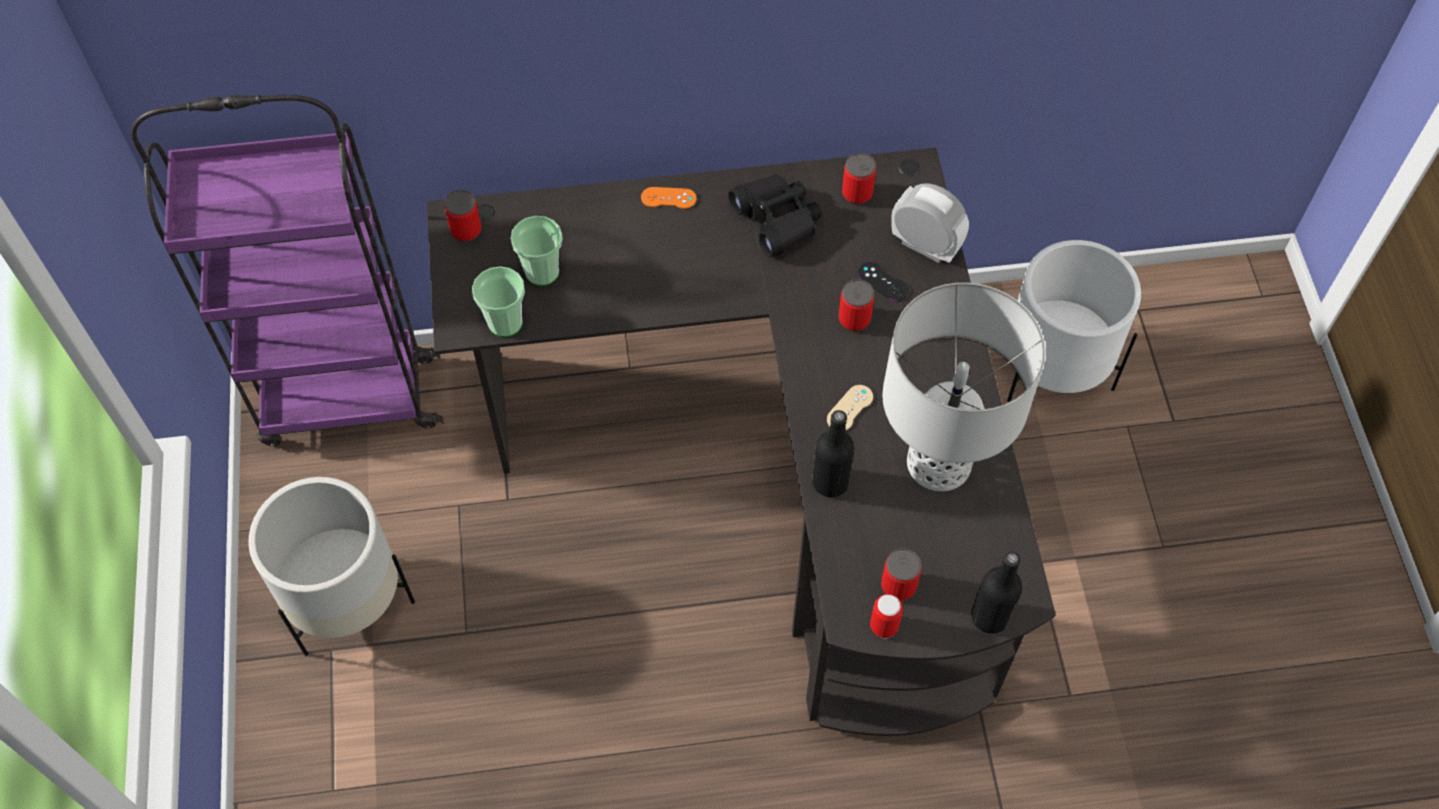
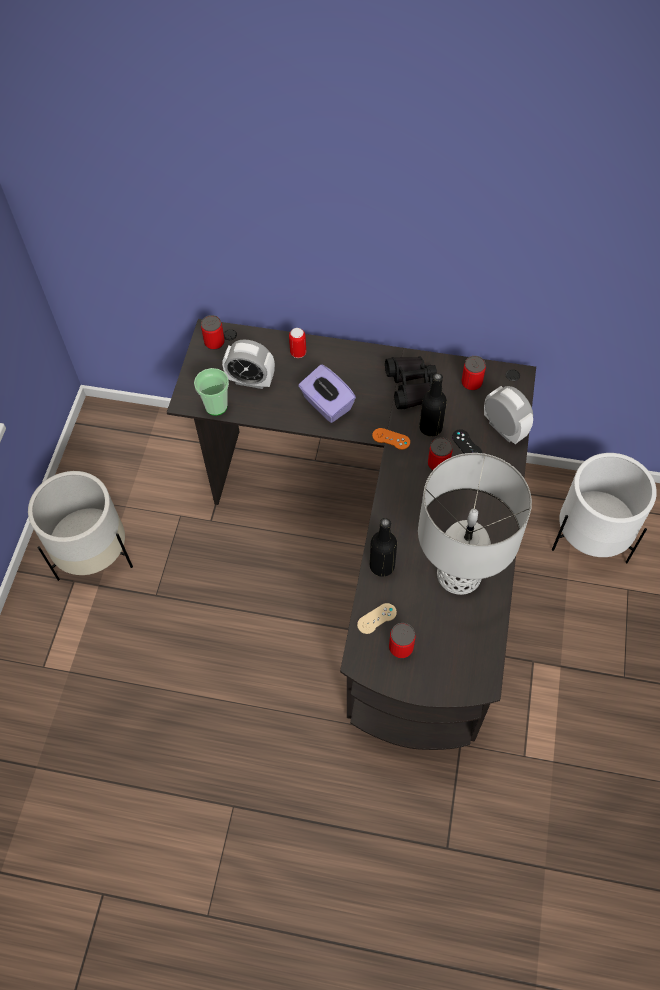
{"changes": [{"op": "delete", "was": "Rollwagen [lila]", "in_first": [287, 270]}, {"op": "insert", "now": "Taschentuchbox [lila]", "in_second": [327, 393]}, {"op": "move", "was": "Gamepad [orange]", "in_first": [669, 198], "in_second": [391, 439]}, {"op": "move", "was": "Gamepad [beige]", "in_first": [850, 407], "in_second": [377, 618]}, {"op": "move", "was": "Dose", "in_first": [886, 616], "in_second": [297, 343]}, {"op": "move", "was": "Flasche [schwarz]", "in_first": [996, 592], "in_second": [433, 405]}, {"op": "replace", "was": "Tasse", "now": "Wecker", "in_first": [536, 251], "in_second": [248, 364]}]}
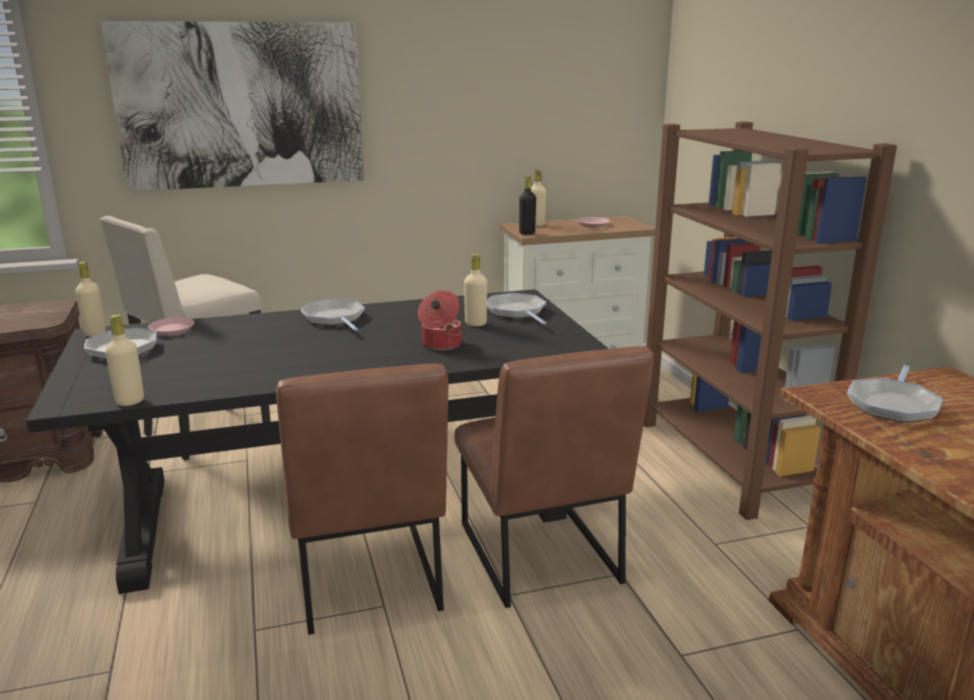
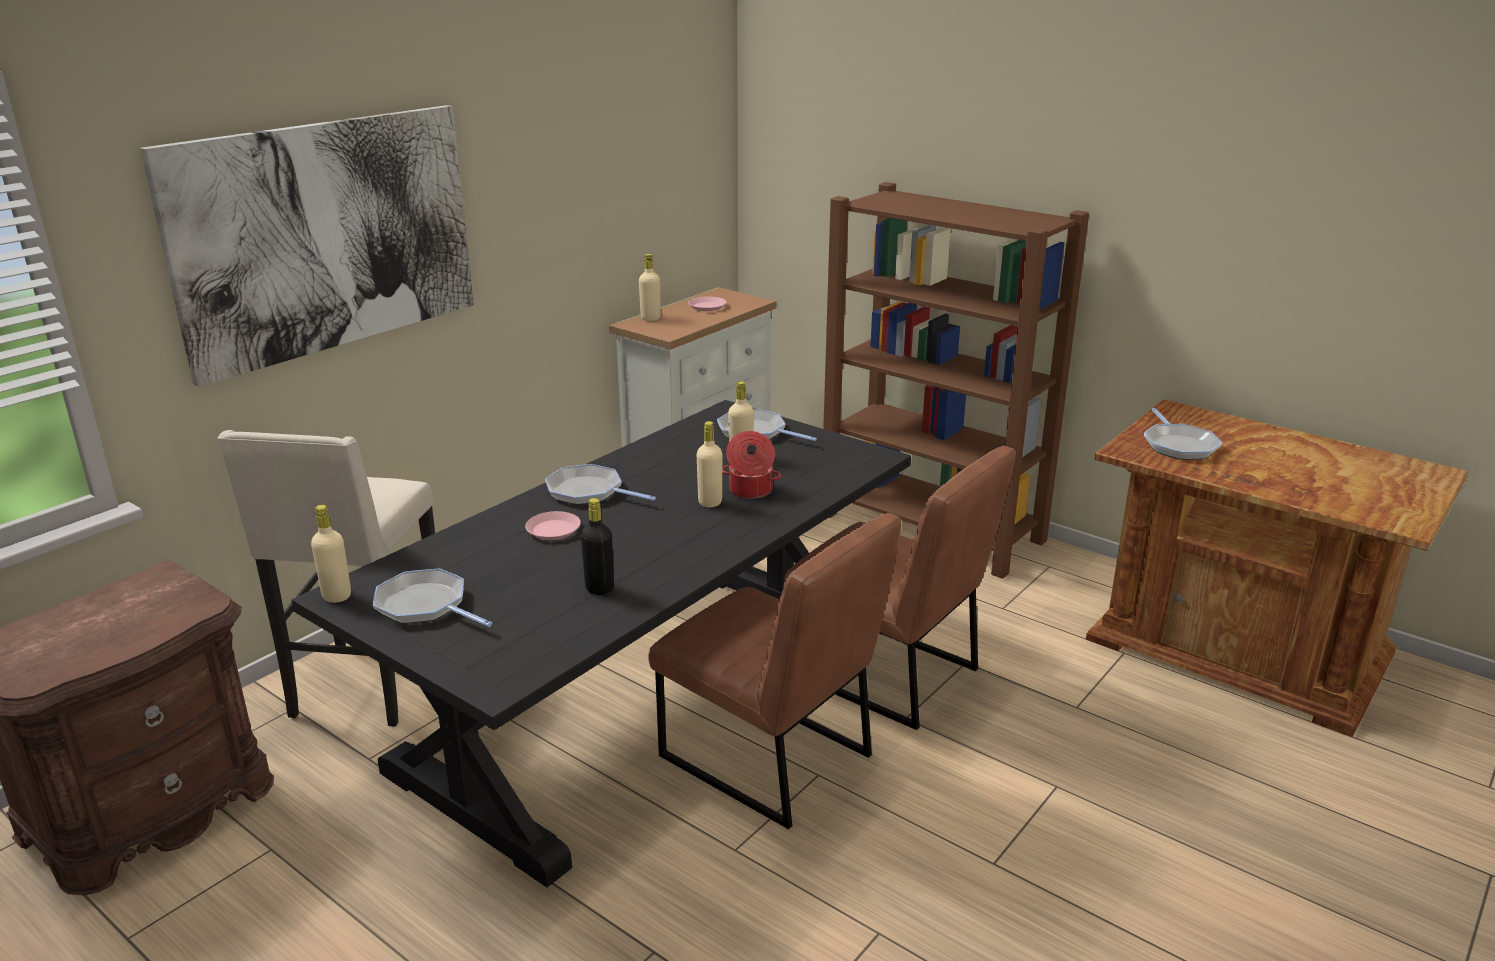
{"changes": [{"op": "move", "was": "Flasche [beige]", "in_first": [124, 360], "in_second": [709, 464]}, {"op": "move", "was": "Teller [rosa]", "in_first": [171, 326], "in_second": [553, 525]}, {"op": "move", "was": "Flasche [schwarz]", "in_first": [527, 205], "in_second": [597, 546]}]}
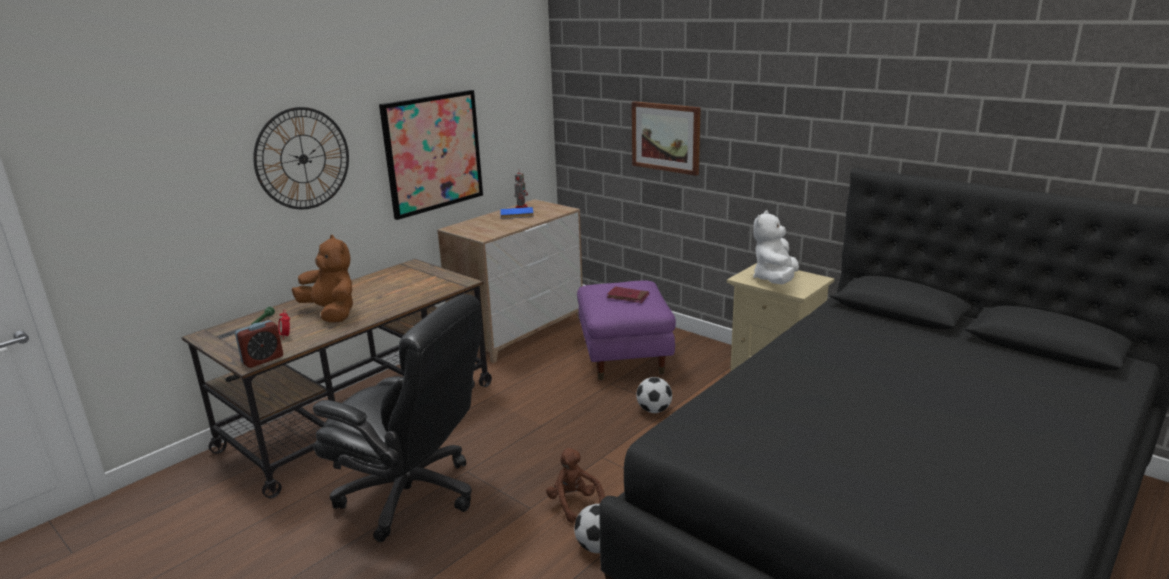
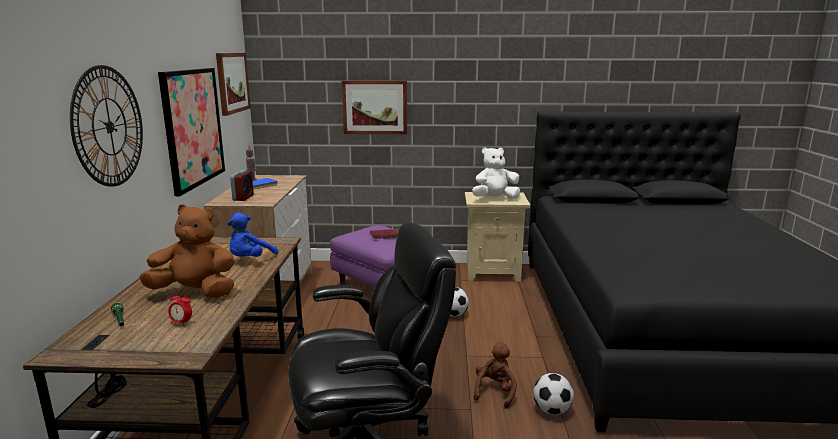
{"changes": [{"op": "insert", "now": "Bild", "in_second": [233, 84]}, {"op": "insert", "now": "Plüschtier [blau]", "in_second": [253, 235]}, {"op": "move", "was": "Wecker", "in_first": [259, 344], "in_second": [242, 185]}, {"op": "rotate", "was": "Plüschtier [braun]", "in_first": [575, 485], "in_second": [495, 375], "clockwise": 90}, {"op": "rotate", "was": "Plüschtier [weiß]", "in_first": [776, 247], "in_second": [496, 173], "clockwise": 90}]}
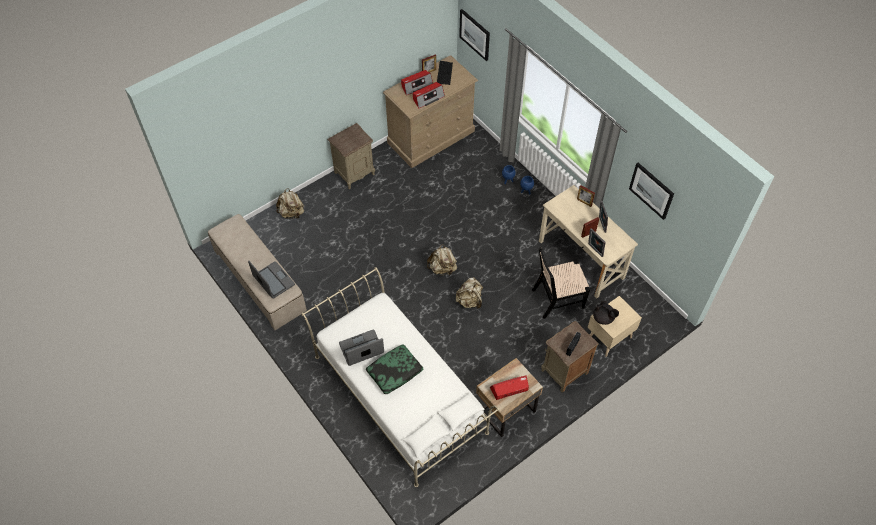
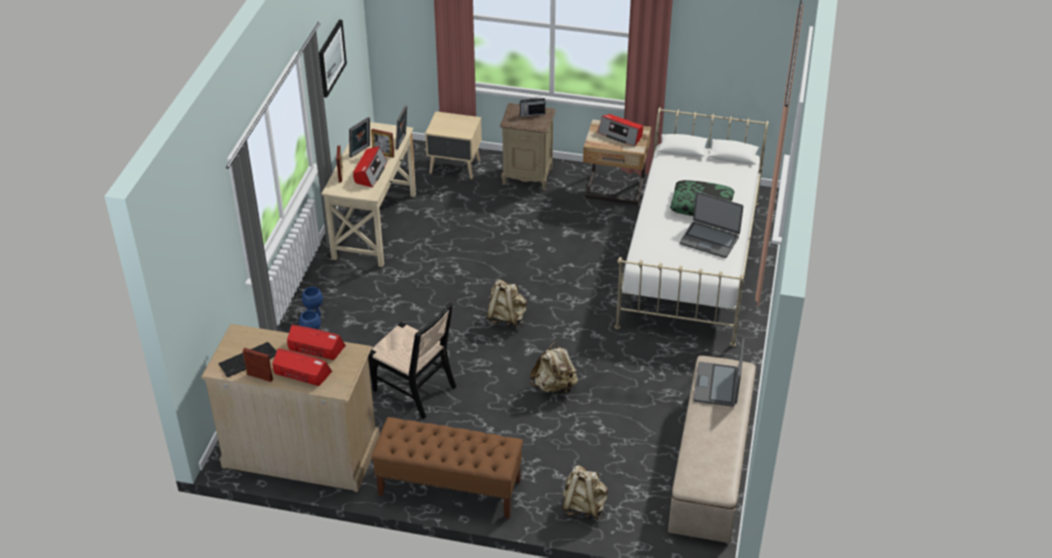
{"changes": [{"op": "delete", "was": "Bild", "in_first": [474, 35]}, {"op": "delete", "was": "Teekanne [schwarz]", "in_first": [606, 313]}, {"op": "insert", "now": "Radio", "in_second": [370, 167]}, {"op": "move", "was": "Rucksack [beige]", "in_first": [469, 293], "in_second": [554, 368]}, {"op": "move", "was": "Stuhl", "in_first": [561, 283], "in_second": [412, 360]}, {"op": "replace", "was": "Nachttisch [beige]", "now": "Bank [braun]", "in_first": [351, 156], "in_second": [447, 468]}]}
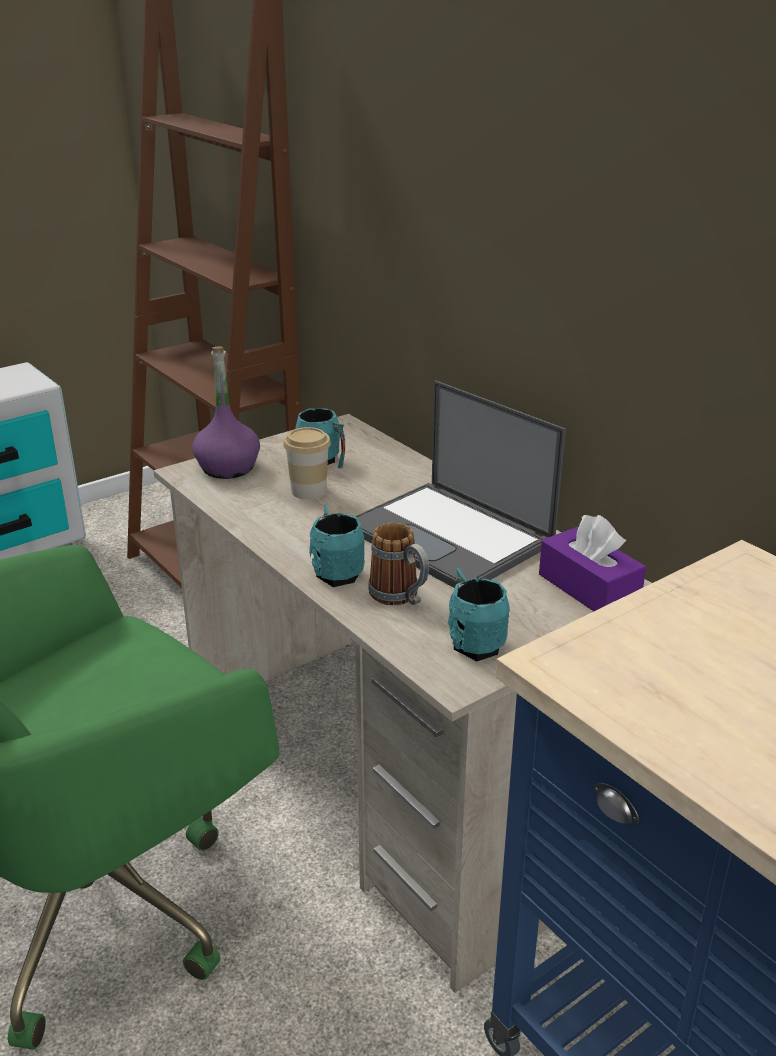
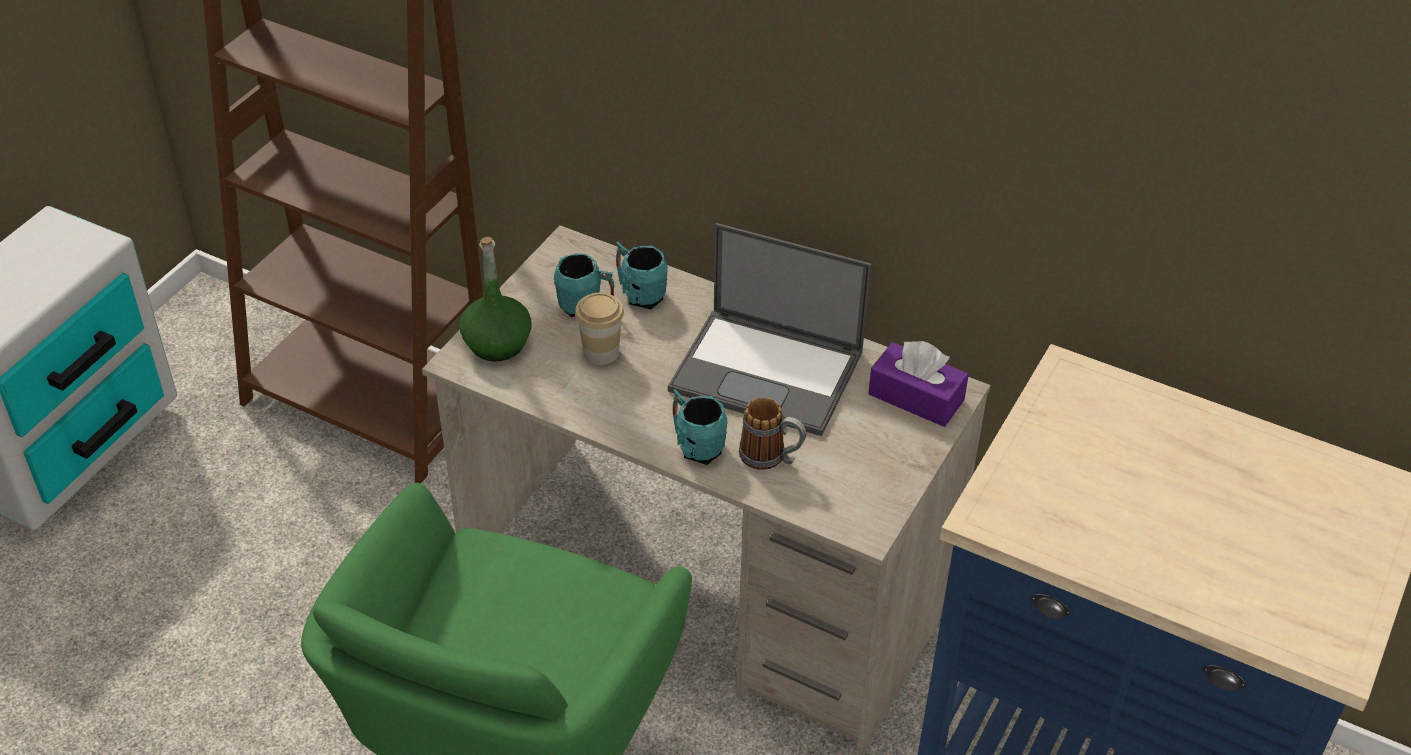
{"changes": [{"op": "move", "was": "Henkelbecher [türkis]", "in_first": [479, 614], "in_second": [642, 275]}, {"op": "recolor", "was": "Flasche [lila]", "now": "Flasche [grün]", "in_first": [226, 413], "in_second": [496, 299]}]}
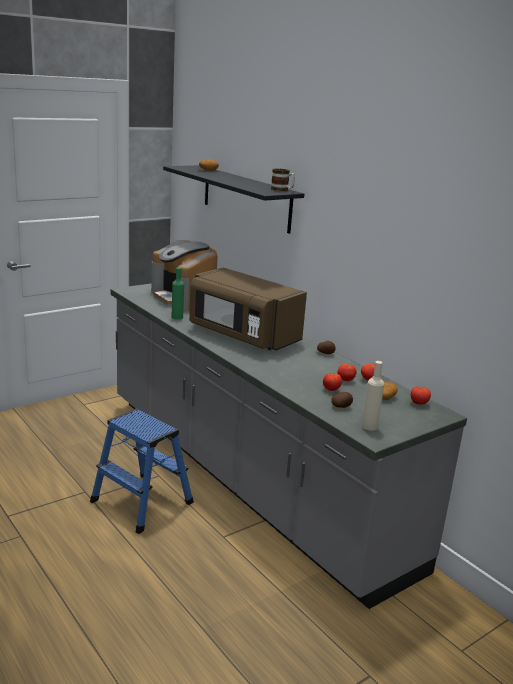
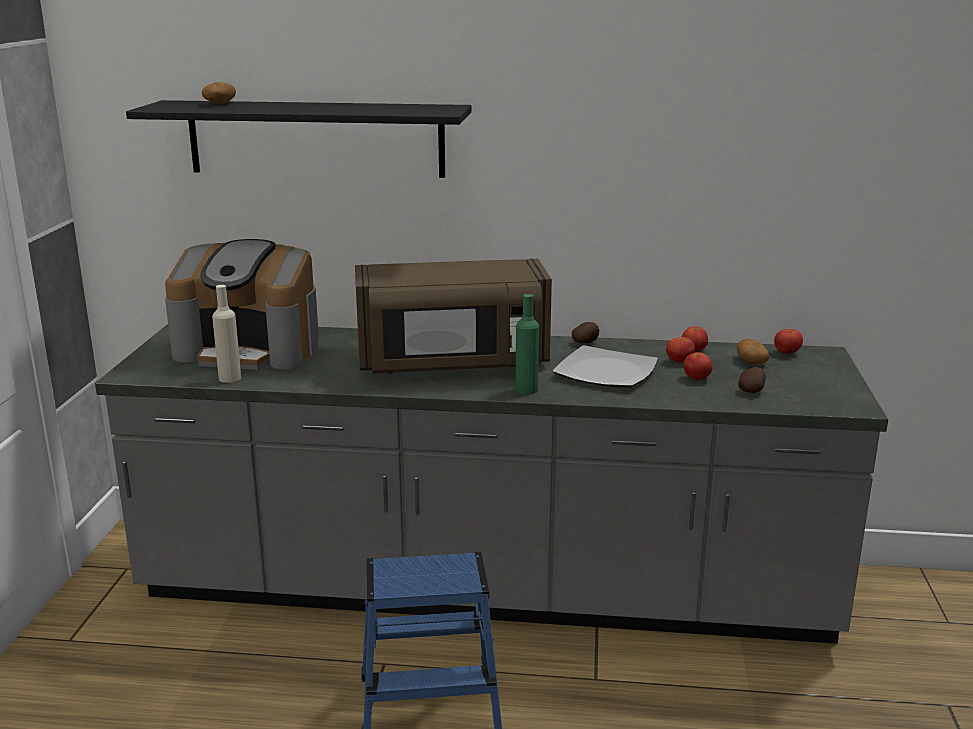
{"changes": [{"op": "delete", "was": "Henkelbecher", "in_first": [283, 180]}, {"op": "insert", "now": "Teller", "in_second": [605, 366]}, {"op": "move", "was": "Flasche [grün]", "in_first": [178, 293], "in_second": [527, 344]}, {"op": "move", "was": "Flasche [beige]", "in_first": [373, 396], "in_second": [226, 334]}]}
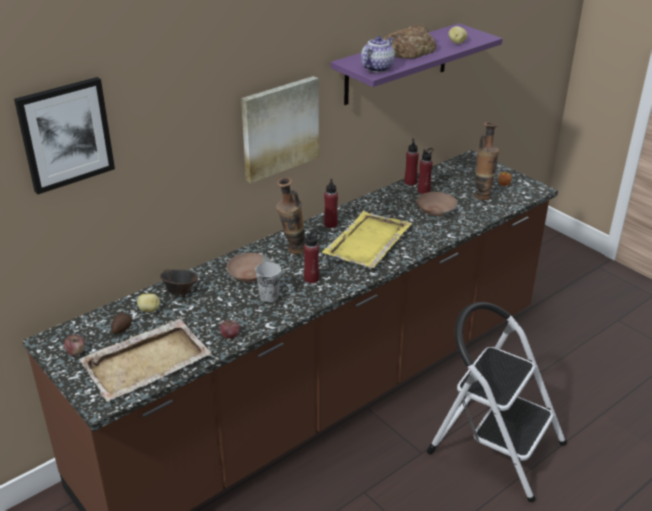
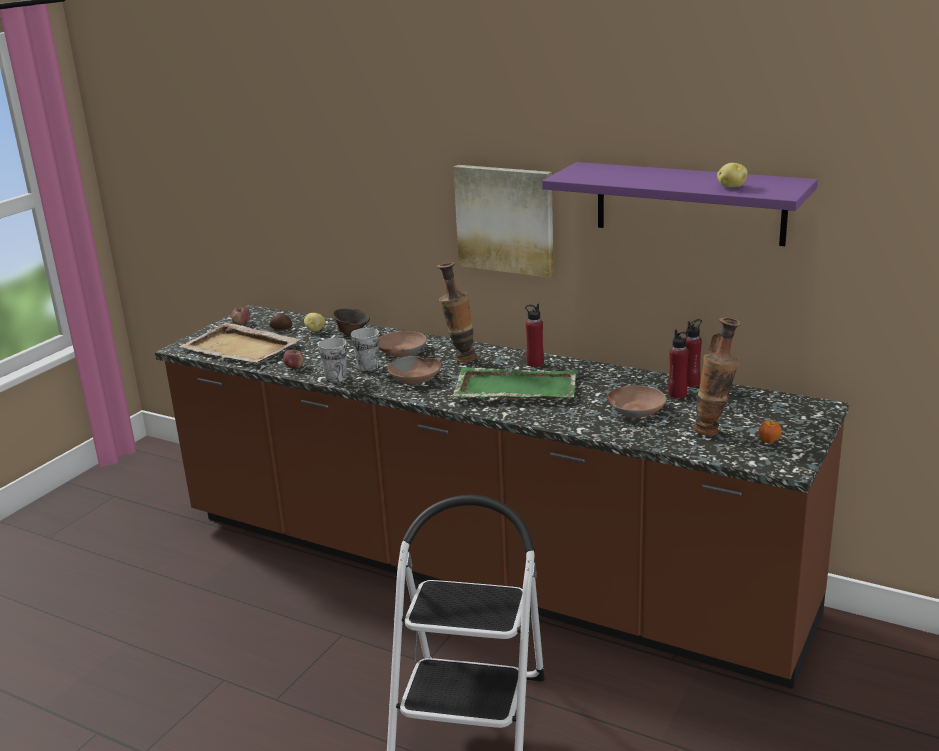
{"changes": [{"op": "delete", "was": "Bild", "in_first": [64, 136]}, {"op": "delete", "was": "Teekanne", "in_first": [378, 54]}, {"op": "delete", "was": "Brot", "in_first": [409, 42]}, {"op": "insert", "now": "Tasse", "in_second": [332, 360]}, {"op": "replace", "was": "Flasche [rot]", "now": "Schüssel [braun]", "in_first": [311, 257], "in_second": [414, 370]}, {"op": "recolor", "was": "Tablett [gelb]", "now": "Tablett [grün]", "in_first": [367, 239], "in_second": [514, 383]}]}
